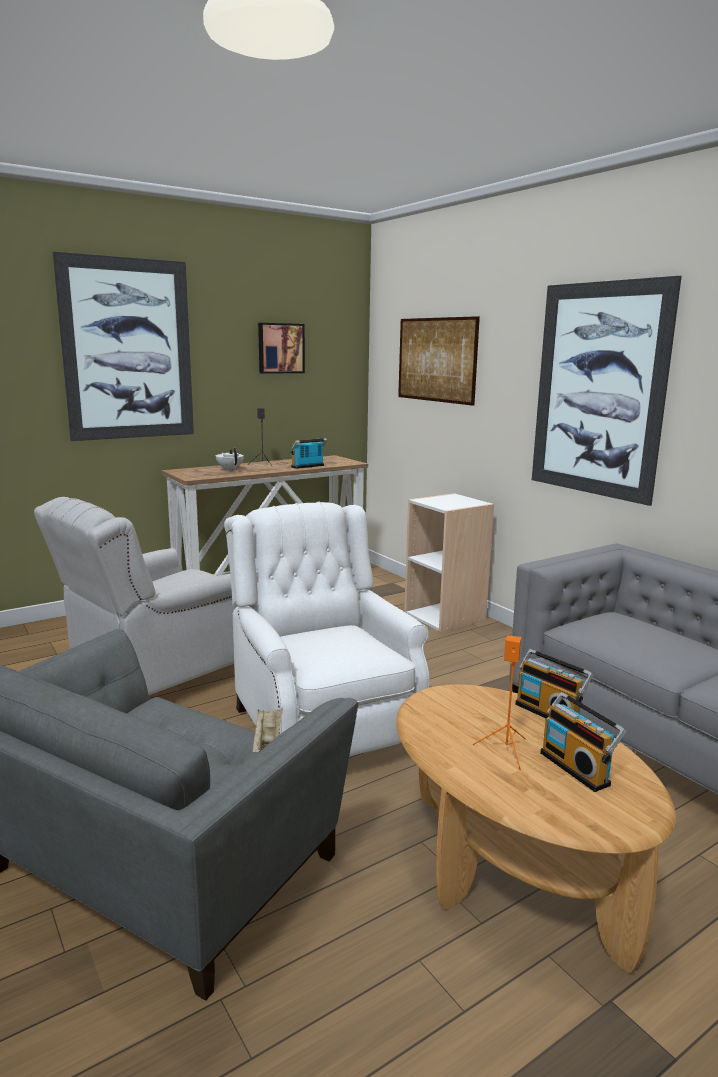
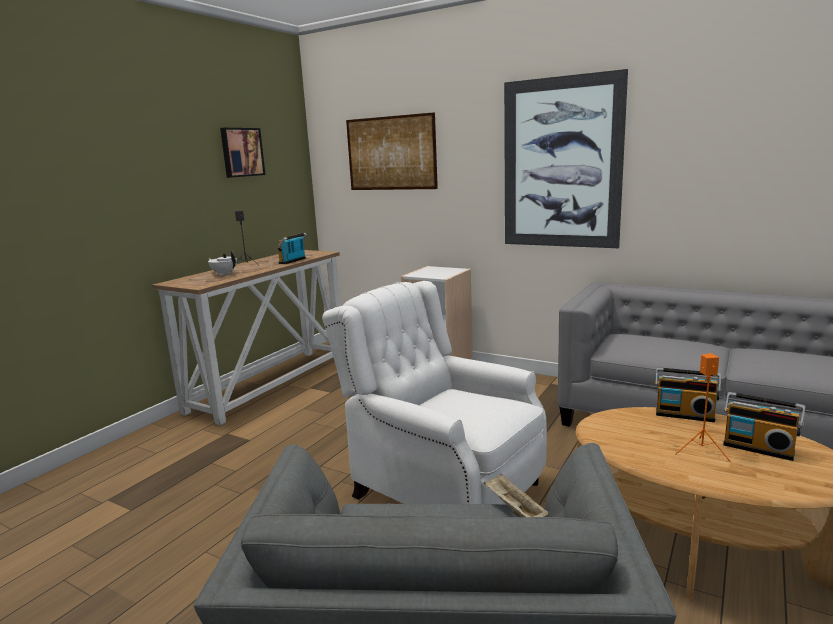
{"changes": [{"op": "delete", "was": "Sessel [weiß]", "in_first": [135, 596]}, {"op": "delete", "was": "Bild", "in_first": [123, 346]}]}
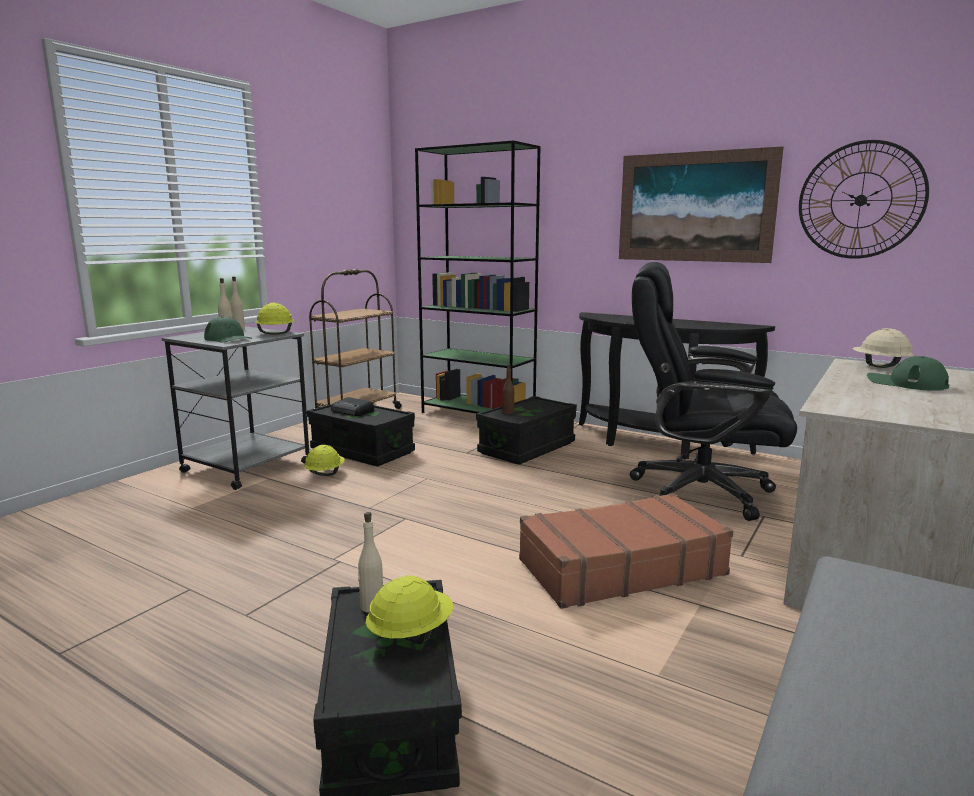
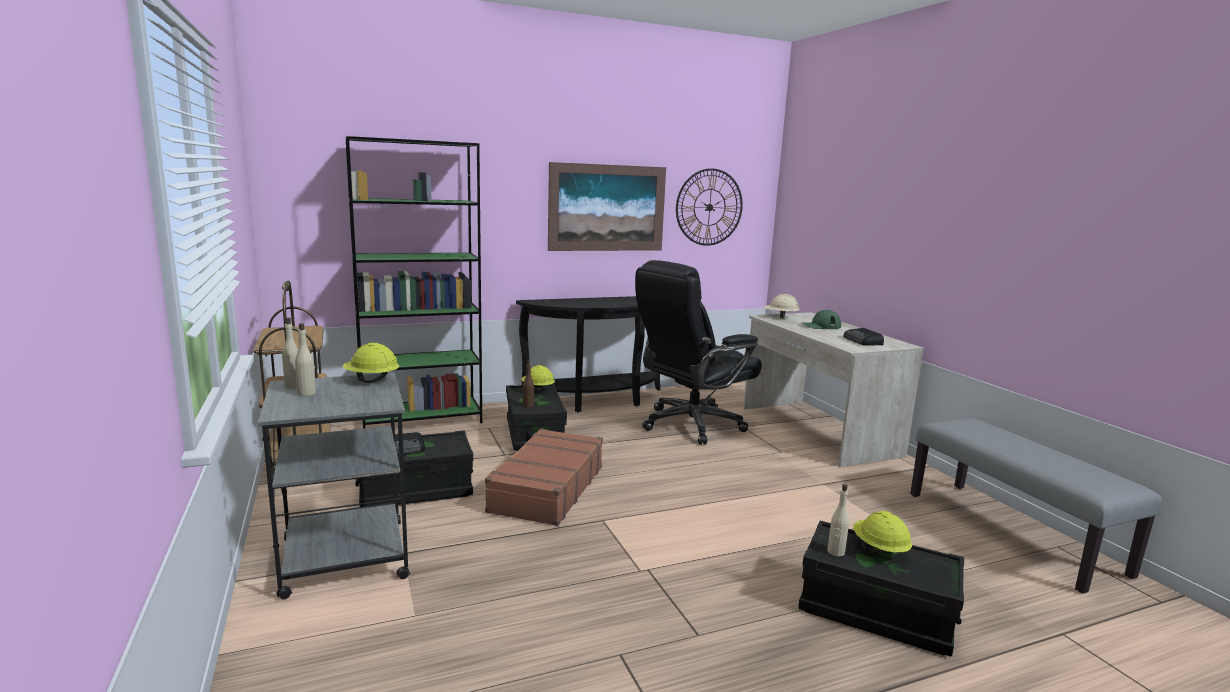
{"changes": [{"op": "delete", "was": "Kappe [grün]", "in_first": [228, 329]}, {"op": "insert", "now": "Radio", "in_second": [863, 337]}, {"op": "move", "was": "Schutzhelm [gelb]", "in_first": [324, 460], "in_second": [538, 378]}, {"op": "move", "was": "Koffer [braun]", "in_first": [626, 551], "in_second": [544, 477]}]}
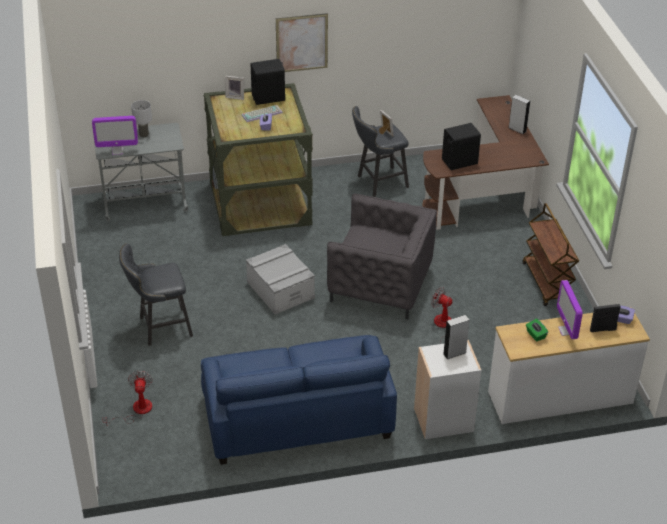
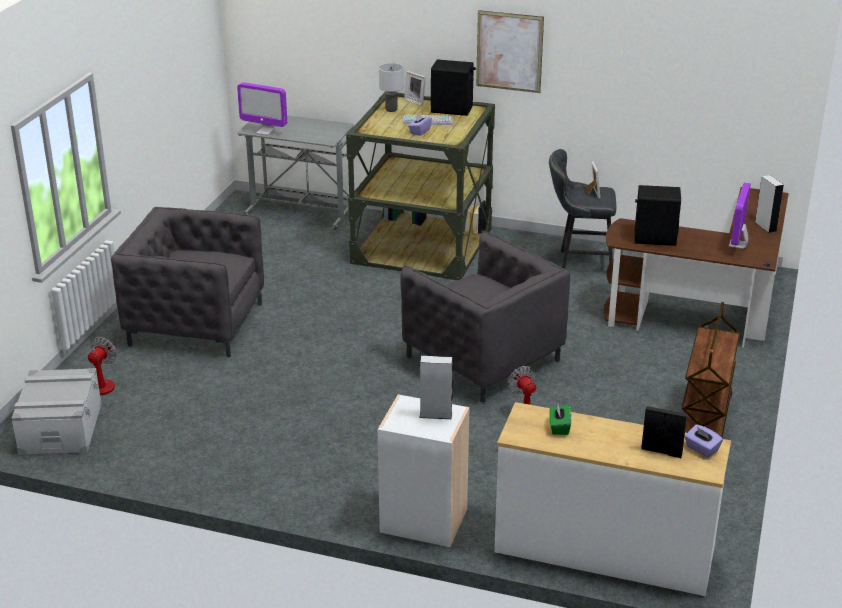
{"changes": [{"op": "delete", "was": "Sofa [blau]", "in_first": [299, 400]}, {"op": "move", "was": "Tischlampe [weiß]", "in_first": [141, 118], "in_second": [391, 87]}, {"op": "move", "was": "Aufbewahrungsbox [grau]", "in_first": [280, 279], "in_second": [56, 411]}, {"op": "move", "was": "Monitor", "in_first": [570, 309], "in_second": [740, 216]}, {"op": "replace", "was": "Hocker [grau]", "now": "Sessel [grau]", "in_first": [156, 294], "in_second": [187, 282]}]}
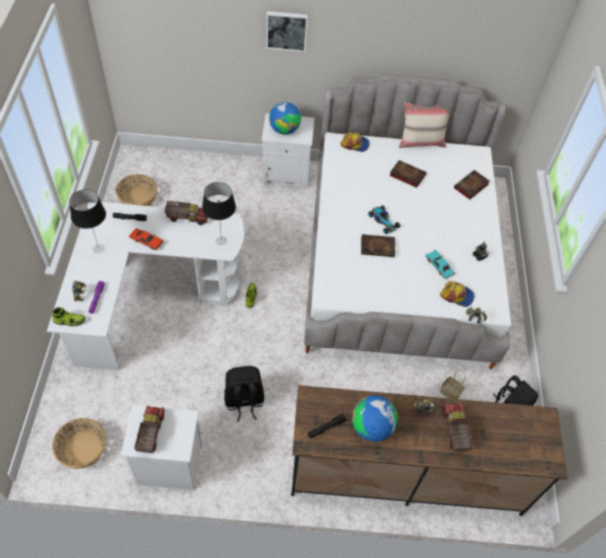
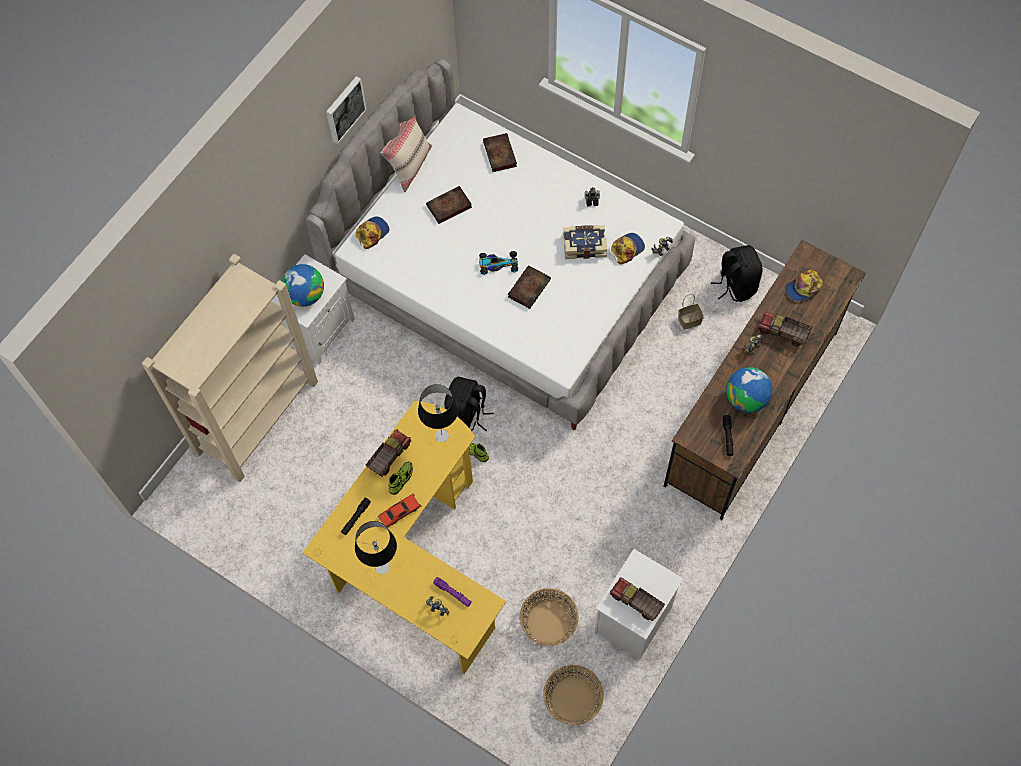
{"changes": [{"op": "insert", "now": "Bücherregal [beige]", "in_second": [230, 368]}, {"op": "insert", "now": "Kappe", "in_second": [804, 285]}, {"op": "move", "was": "Schuh", "in_first": [68, 317], "in_second": [401, 478]}, {"op": "move", "was": "Korb", "in_first": [136, 190], "in_second": [549, 617]}, {"op": "move", "was": "Rucksack [schwarz]", "in_first": [244, 394], "in_second": [469, 404]}, {"op": "move", "was": "Bild", "in_first": [287, 31], "in_second": [346, 110]}, {"op": "replace", "was": "Spielzeugauto [türkis]", "now": "Buch", "in_first": [440, 264], "in_second": [585, 242]}, {"op": "recolor", "was": "Schreibtisch [weiß]", "now": "Schreibtisch [gelb]", "in_first": [145, 286], "in_second": [404, 537]}]}
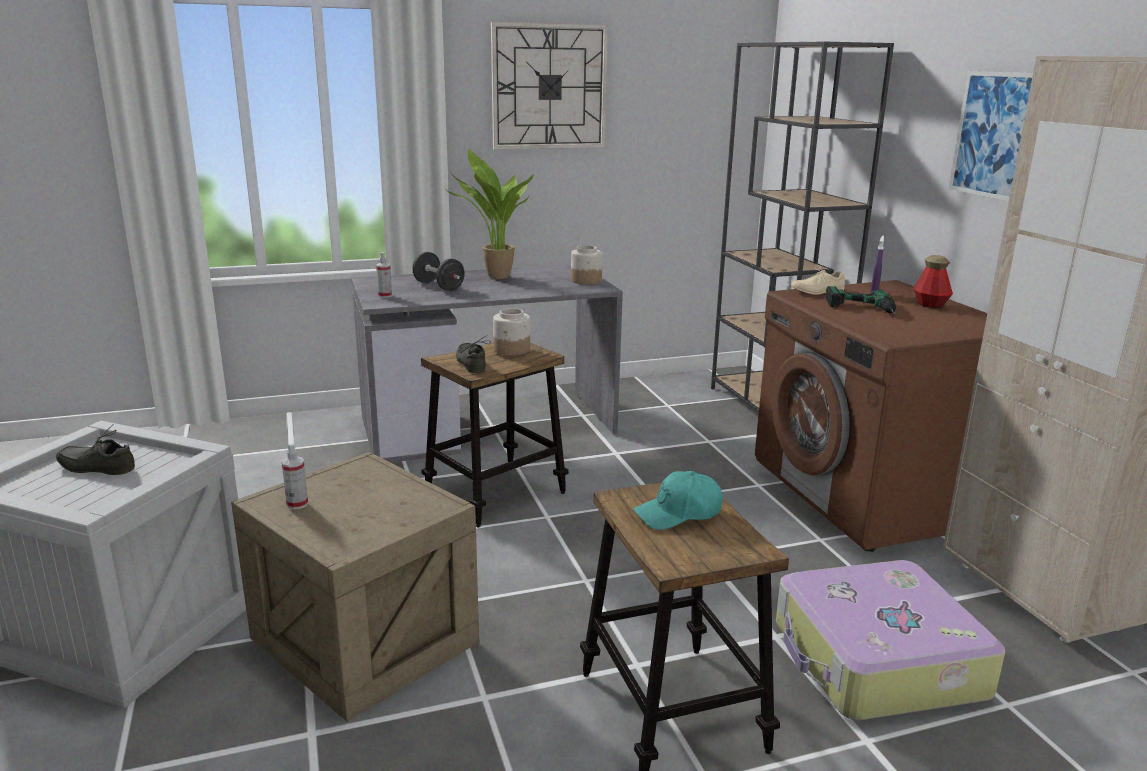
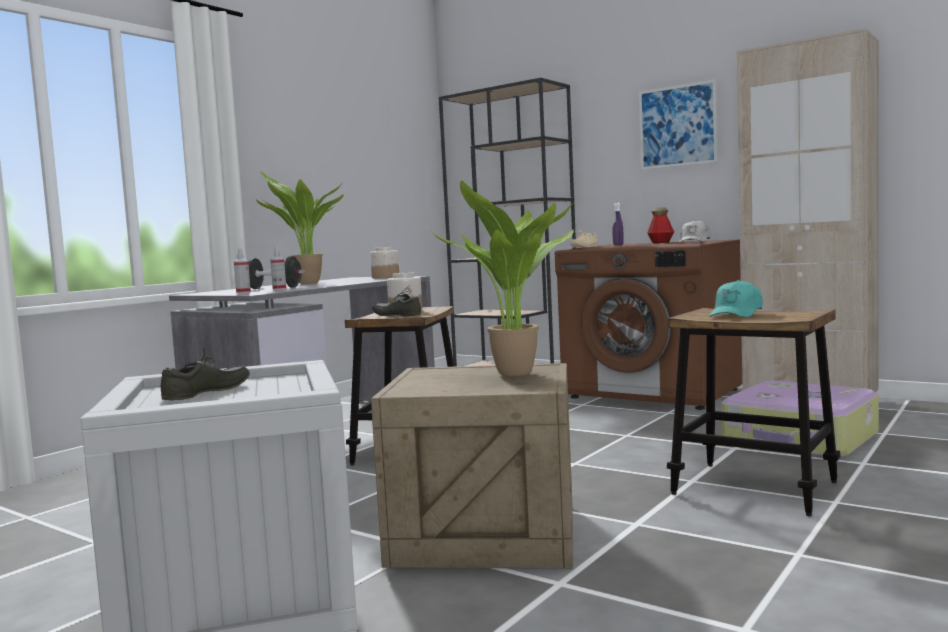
{"changes": [{"op": "delete", "was": "Wanduhr", "in_first": [549, 86]}, {"op": "delete", "was": "Bohrmaschine", "in_first": [860, 300]}, {"op": "insert", "now": "Topfpflanze", "in_second": [502, 279]}, {"op": "insert", "now": "Kappe [weiß]", "in_second": [694, 231]}, {"op": "move", "was": "Sprühflasche", "in_first": [295, 476], "in_second": [278, 268]}, {"op": "rotate", "was": "Schuh [grau]", "in_first": [95, 449], "in_second": [205, 375], "clockwise": 150}]}
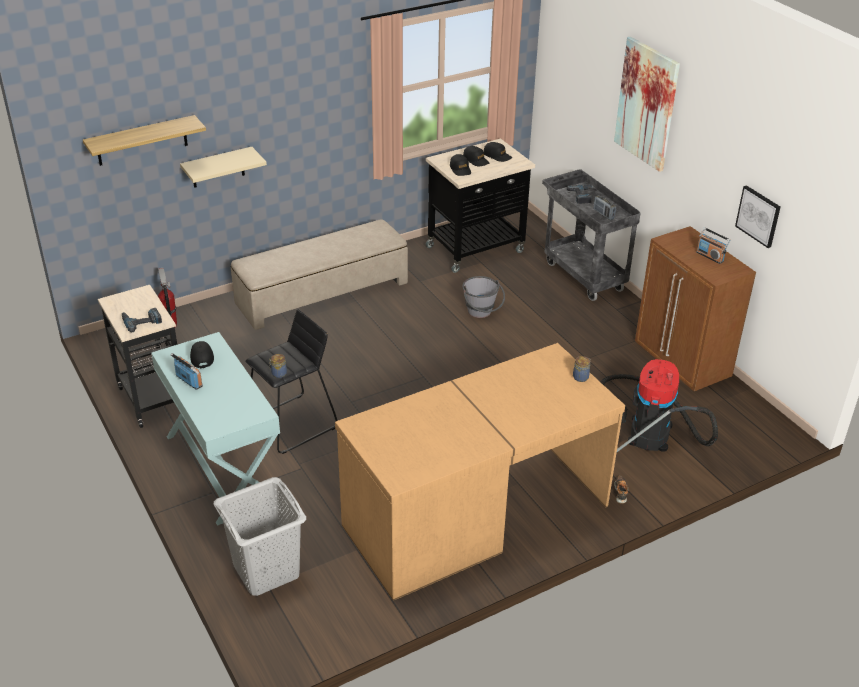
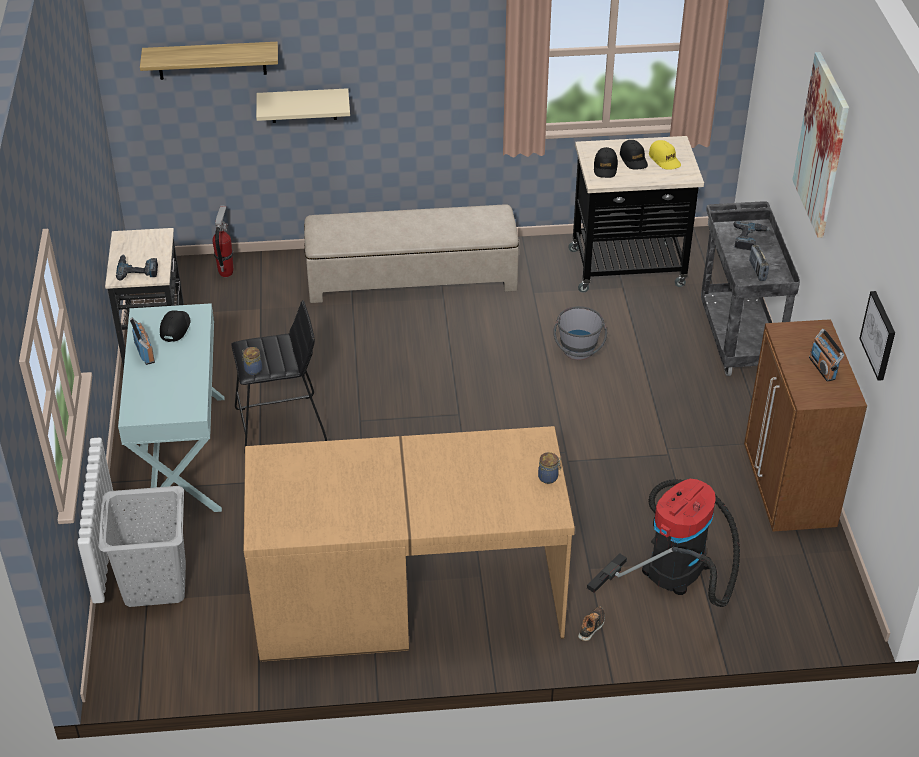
{"changes": [{"op": "recolor", "was": "Kappe [schwarz]", "now": "Kappe [gelb]", "in_first": [498, 152], "in_second": [665, 155]}]}
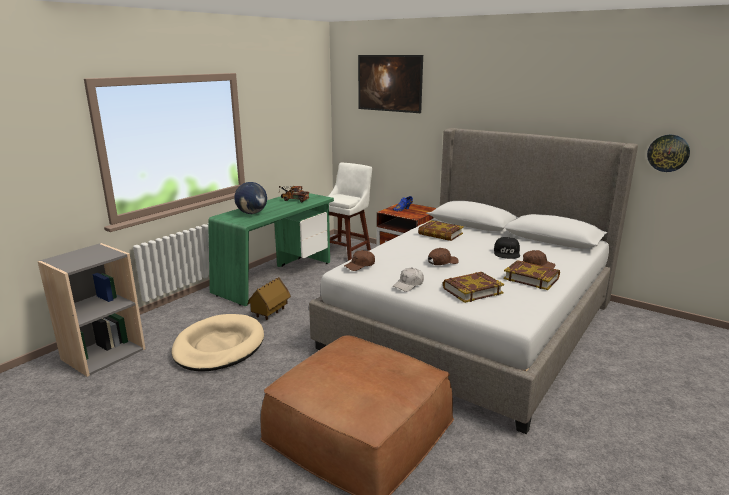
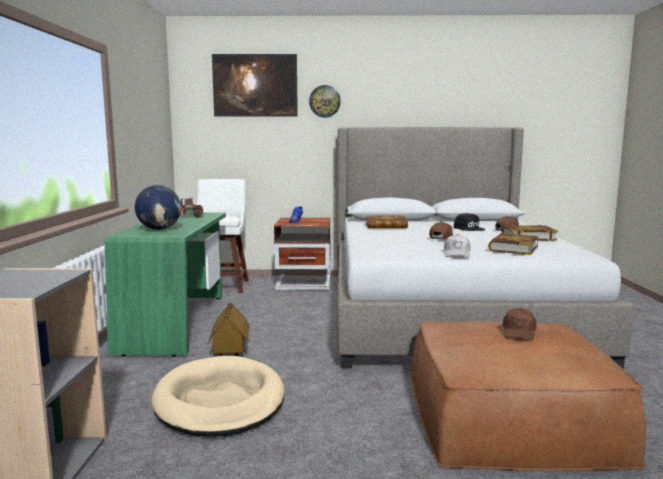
{"changes": [{"op": "move", "was": "Kappe [braun]", "in_first": [359, 260], "in_second": [520, 324]}, {"op": "move", "was": "Wanduhr", "in_first": [668, 153], "in_second": [325, 101]}]}
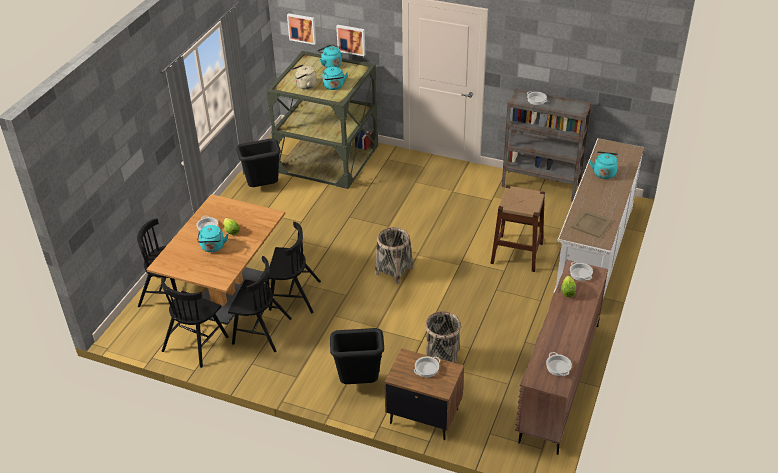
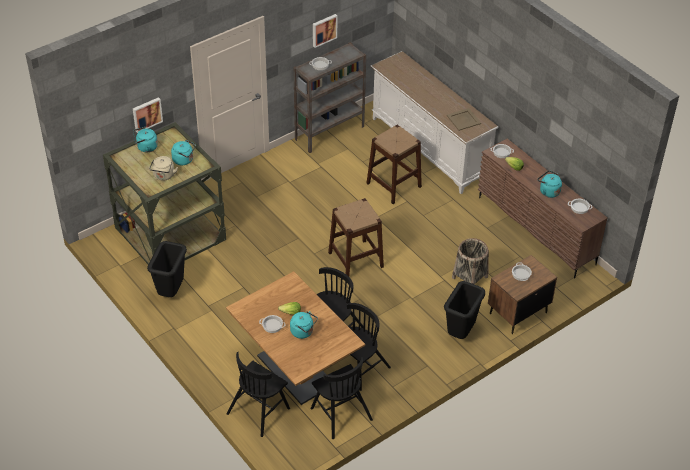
{"changes": [{"op": "move", "was": "Bild", "in_first": [301, 29], "in_second": [325, 31]}, {"op": "move", "was": "Wasserkessel [türkis]", "in_first": [604, 165], "in_second": [549, 184]}, {"op": "replace", "was": "Korb", "now": "Hocker [braun]", "in_first": [394, 255], "in_second": [356, 237]}]}
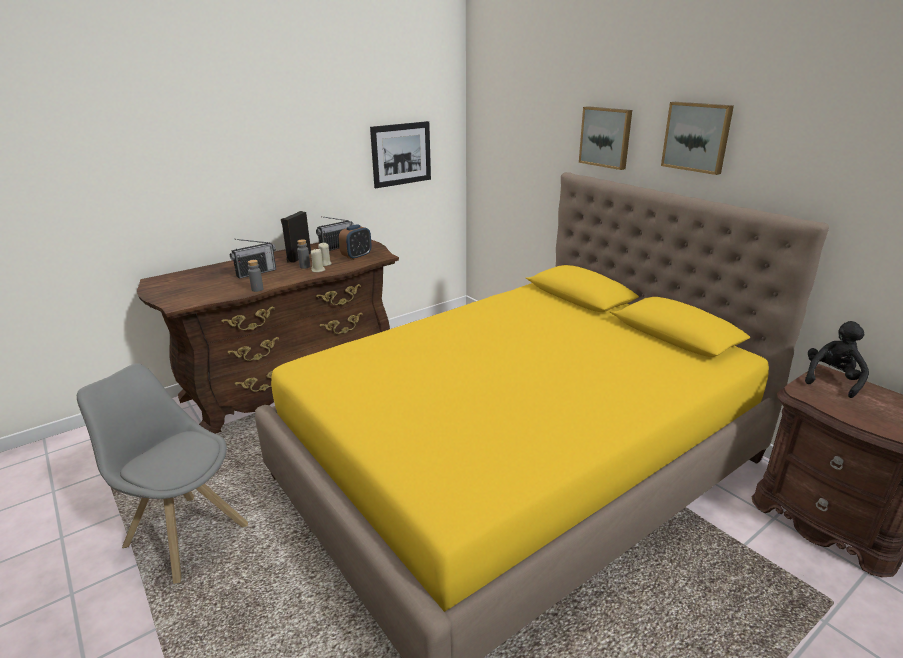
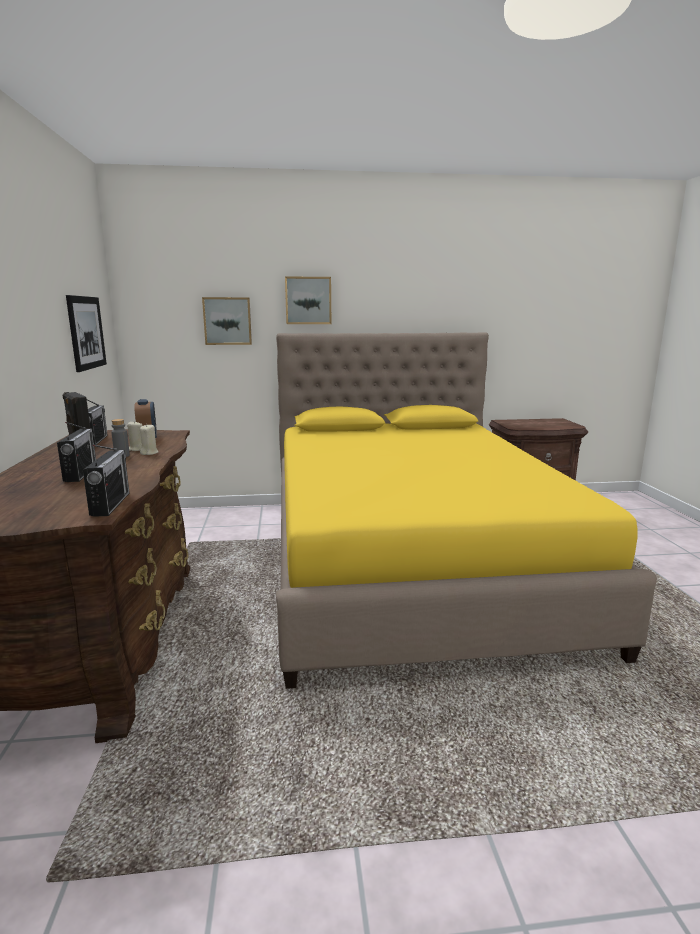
{"changes": [{"op": "delete", "was": "Stuhl [grau]", "in_first": [162, 473]}, {"op": "delete", "was": "Flasche [grau]", "in_first": [256, 276]}, {"op": "delete", "was": "Plüschtier [schwarz]", "in_first": [837, 359]}, {"op": "insert", "now": "Radio", "in_second": [106, 481]}, {"op": "move", "was": "Bild", "in_first": [697, 138], "in_second": [227, 321]}]}
